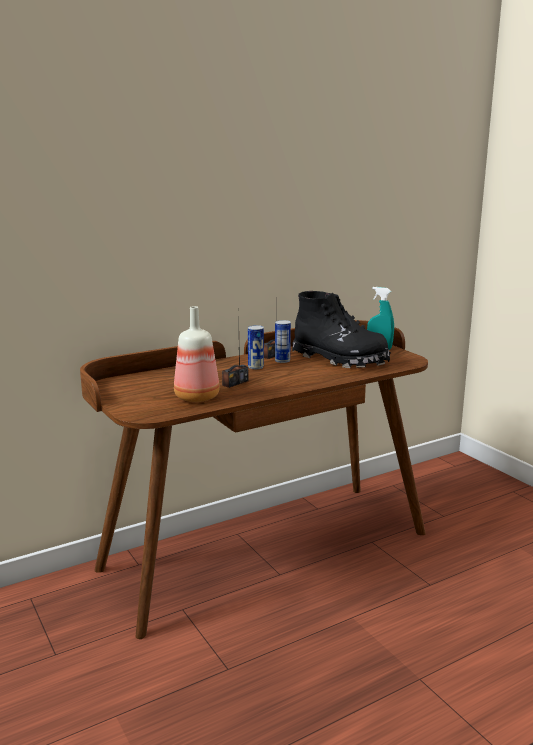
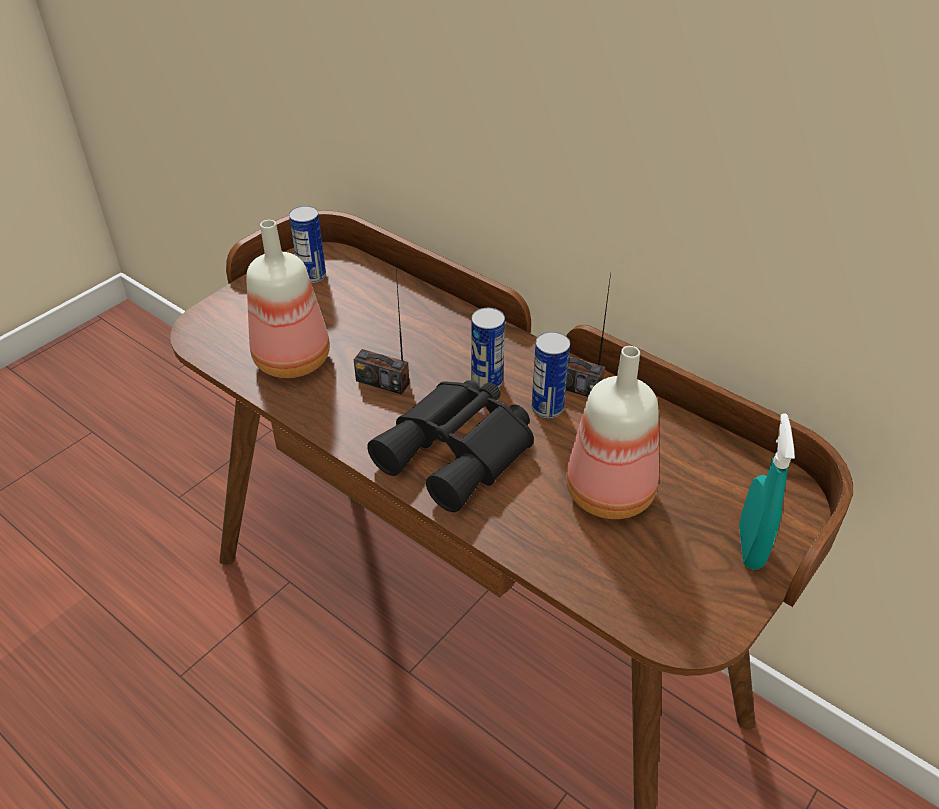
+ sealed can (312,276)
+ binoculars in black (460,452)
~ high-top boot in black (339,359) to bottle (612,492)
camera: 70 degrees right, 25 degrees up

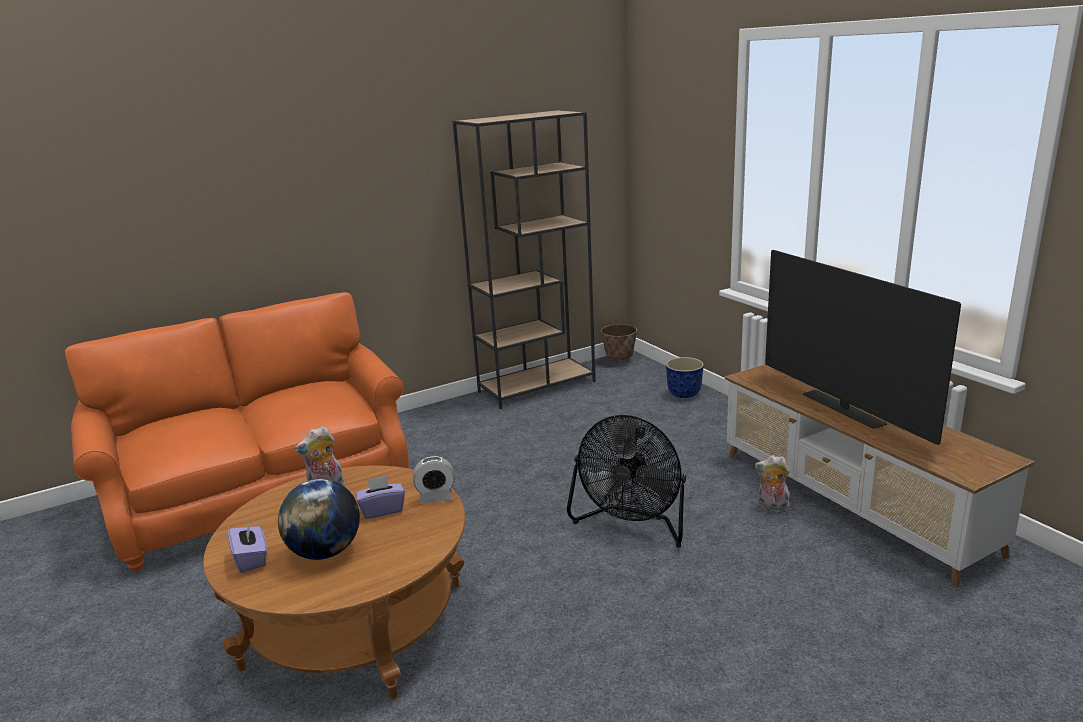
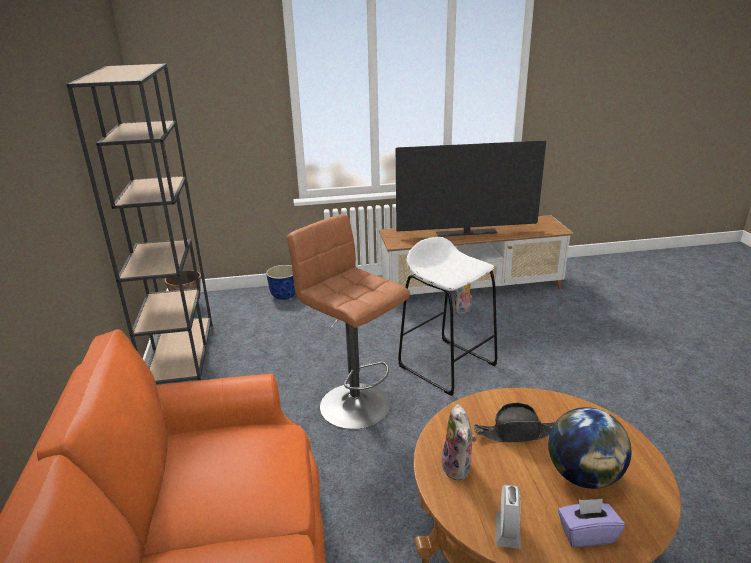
+ stool in brownish (355,405)
~ bedside clock (436,498) to (507,532)
~ tissue box in purple (382,510) to wearable hat in black (517,433)
~ fan in black (629,521) to stool in white-coloured (447,365)
camera: 70 degrees left, 5 degrees up

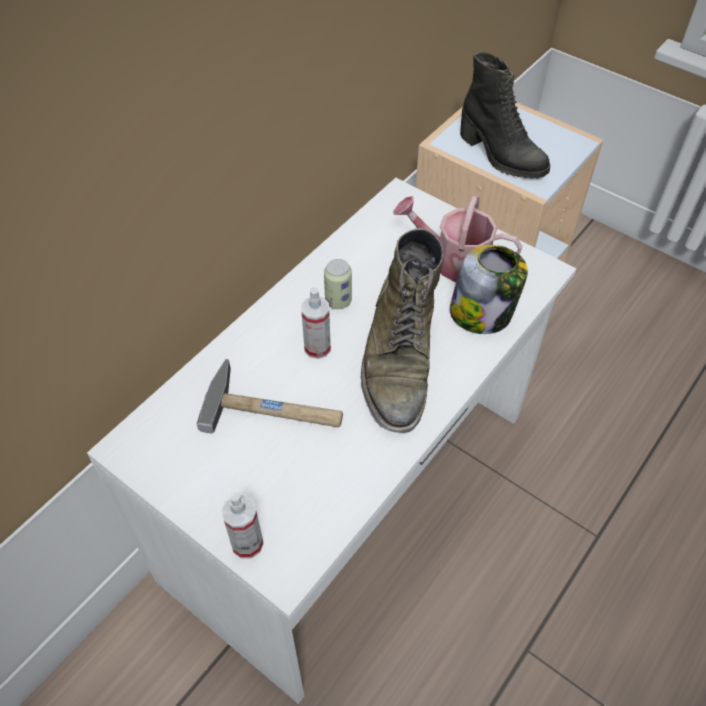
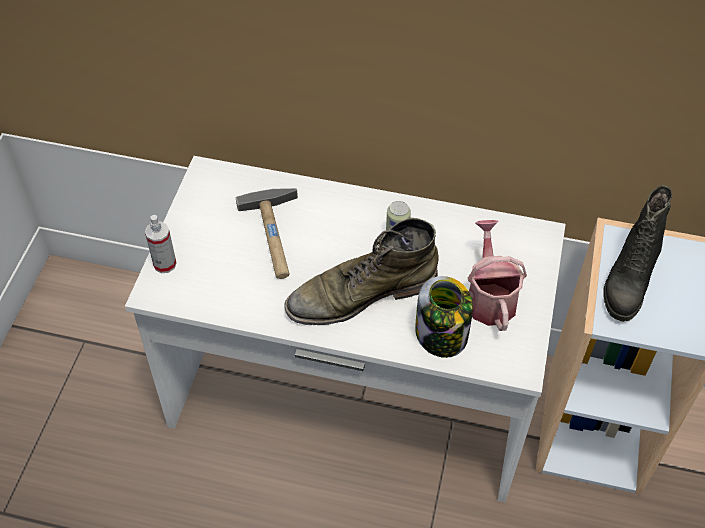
- sprayer (317,348)
camera: 65 degrees right, 0 degrees up

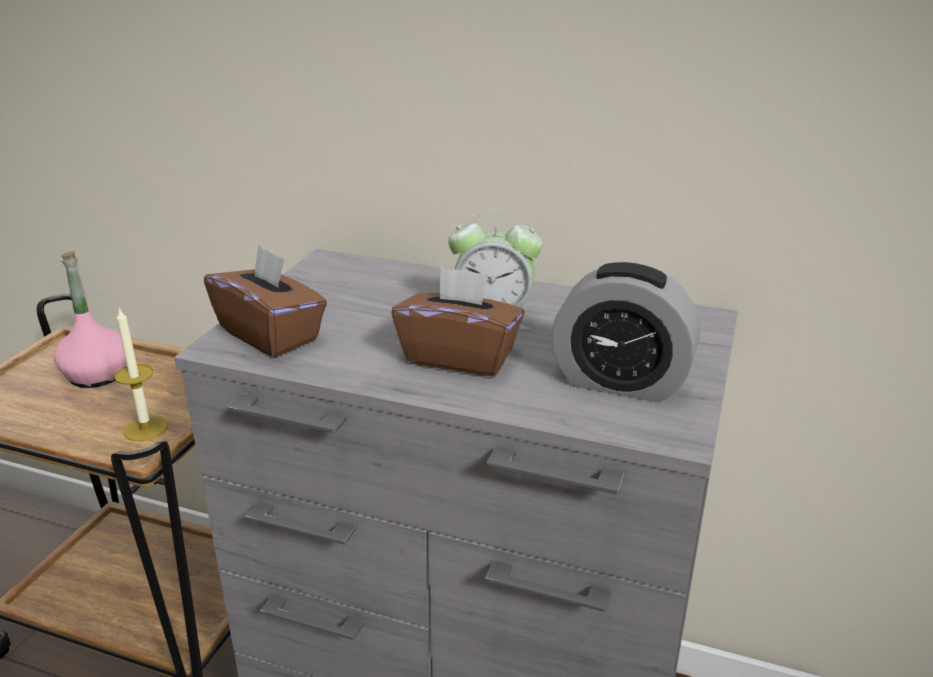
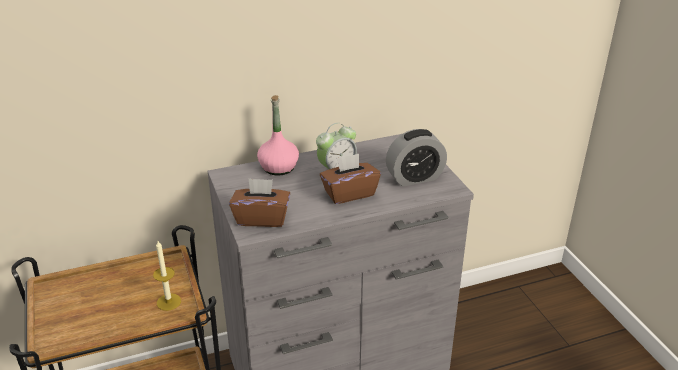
~ bottle in pinkish (97,375) to (278,167)
camera: 40 degrees left, 5 degrees up

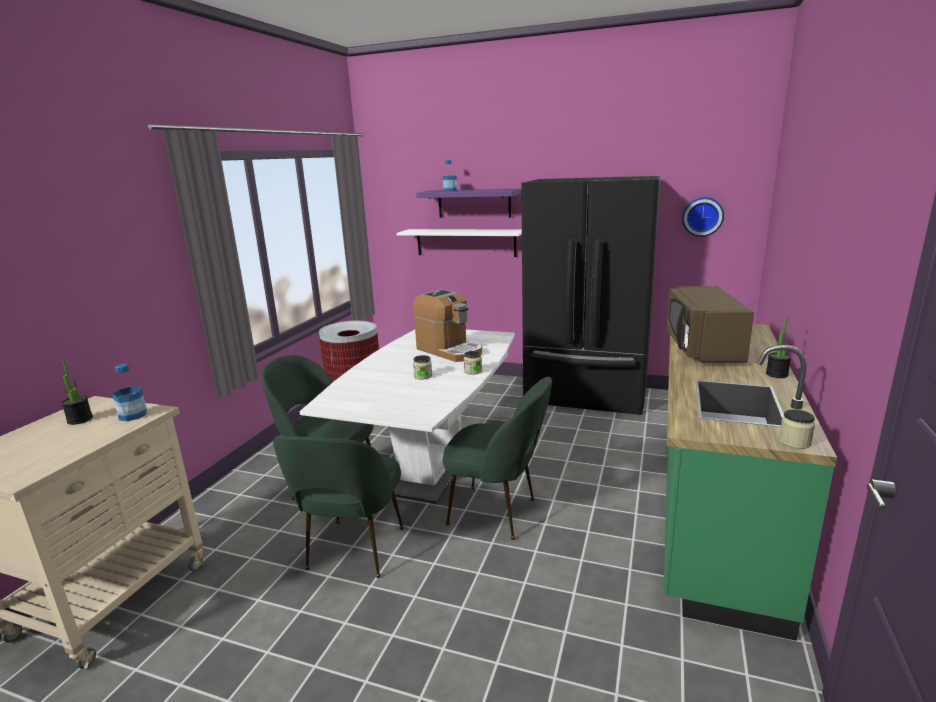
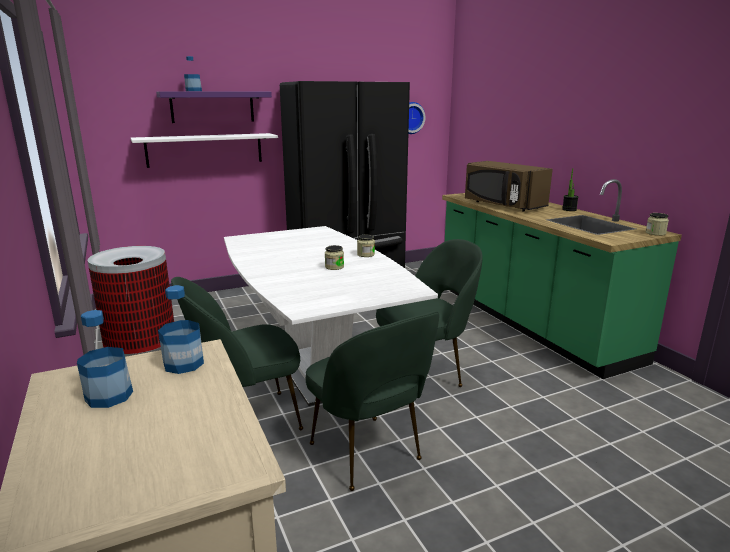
- coffee machine (449,350)
~ plant in a pot (80,420) to bottle (109,396)
camera: 45 degrees left, 0 degrees up

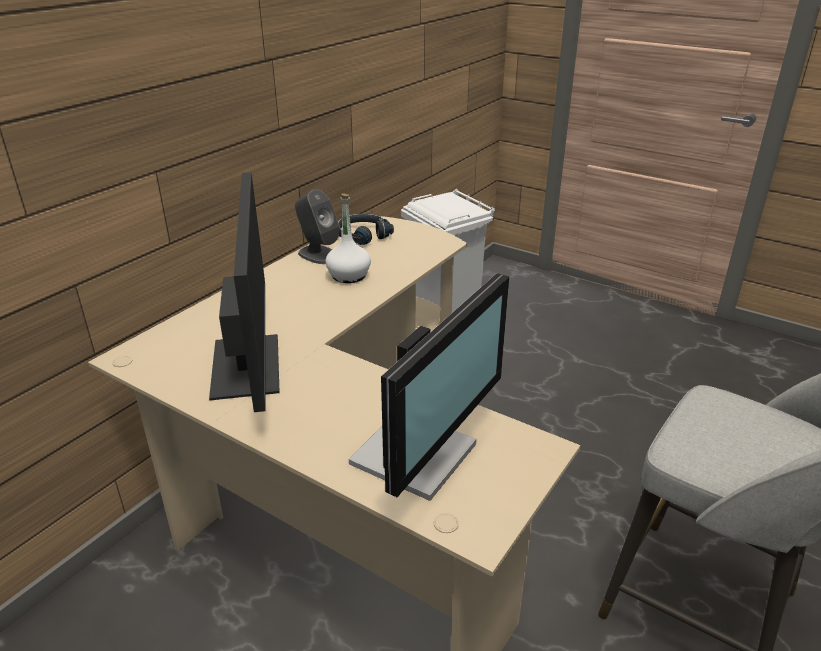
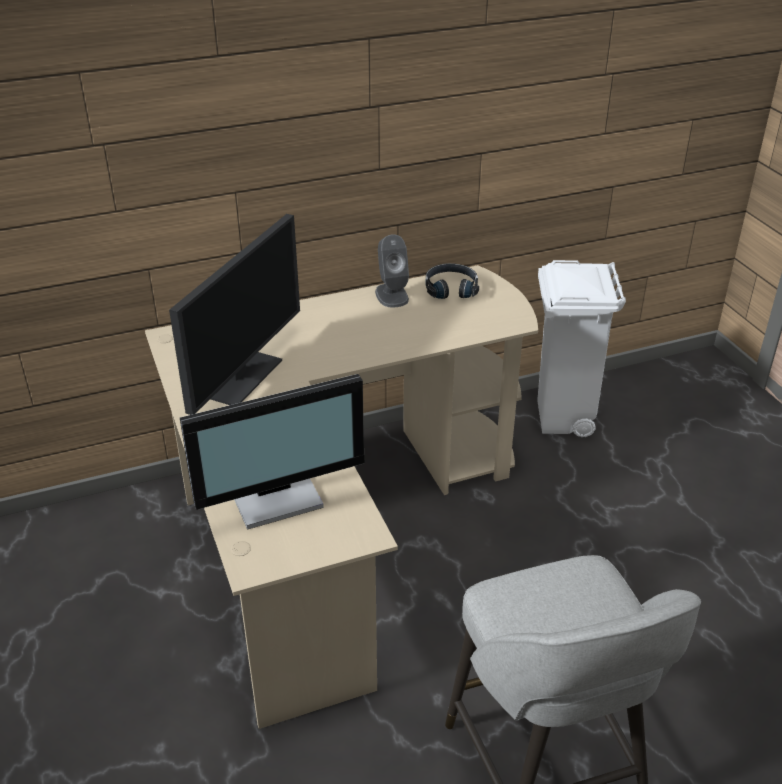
- bottle in white-coloured (349,275)
camera: 35 degrees right, 5 degrees up

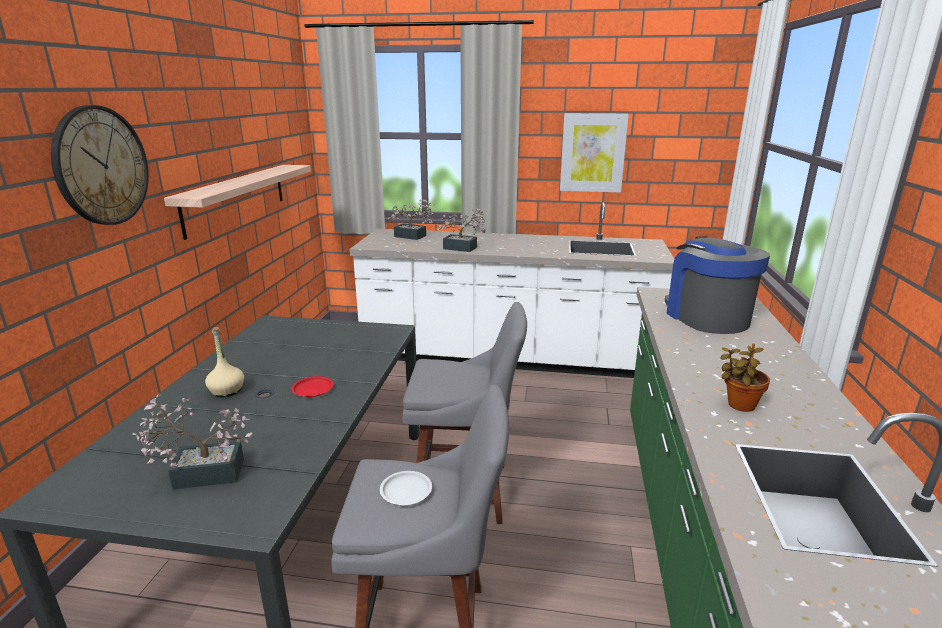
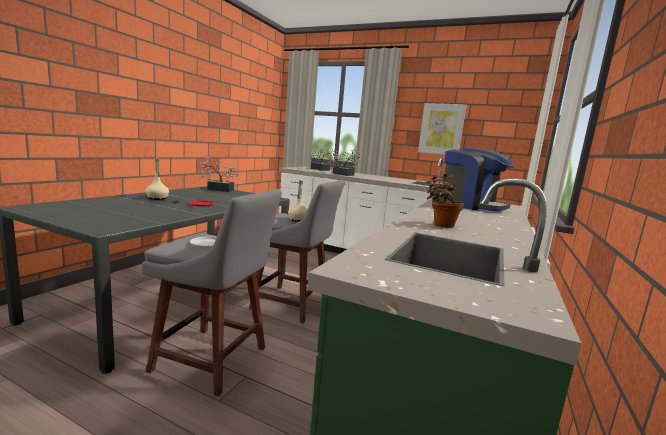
- clock on the wall (101,166)
- shelf (236,198)
+ bottle in beige (298,220)
~ plant in a pot (201,473) to (218,189)
~ coffee machine (706,317) = (470,205) 135 degrees clockwise
camera: 15 degrees right, 10 degrees down

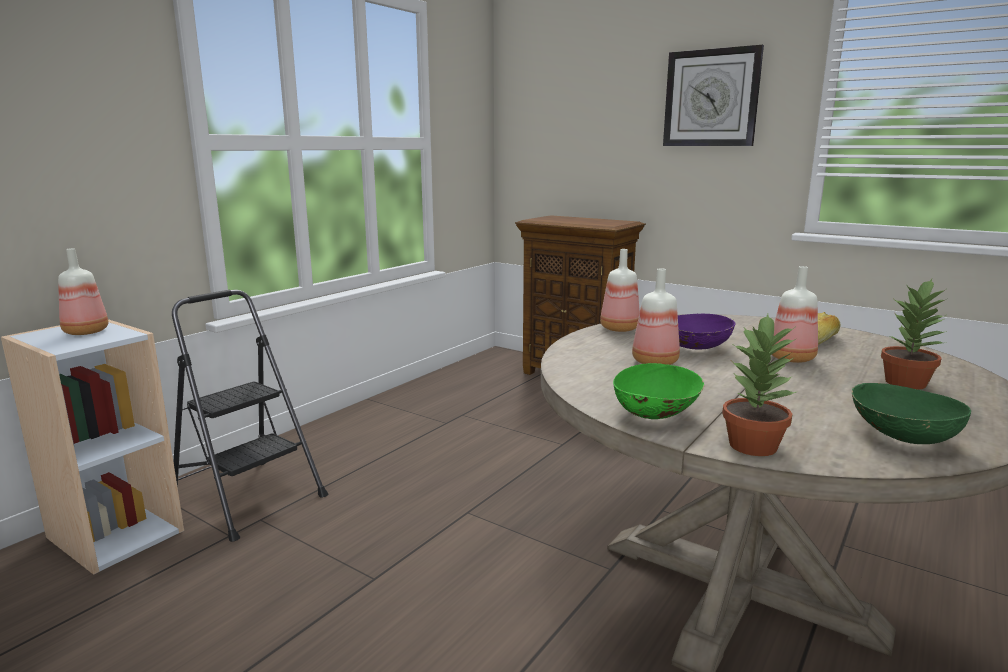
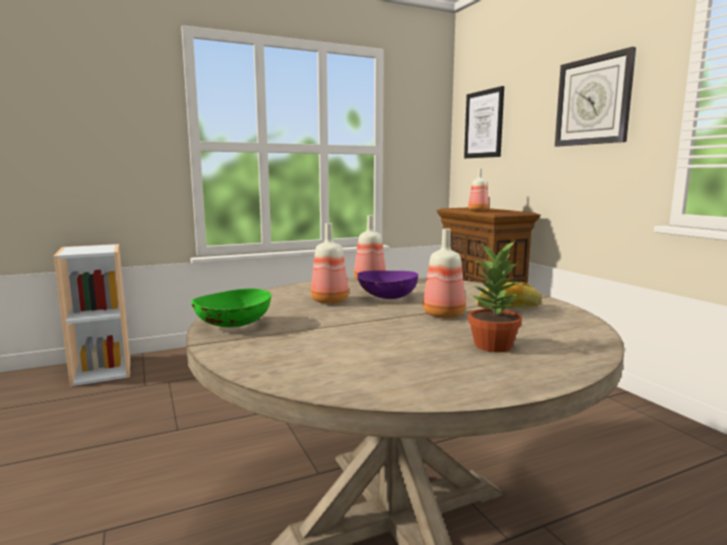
- stepladder in black (246,495)
- plant in a pot (754,446)
- bowl in greenish (900,437)
+ wall picture (484,124)
~ bottle (85,332) to (477,210)
camera: 30 degrees right, 5 degrees down

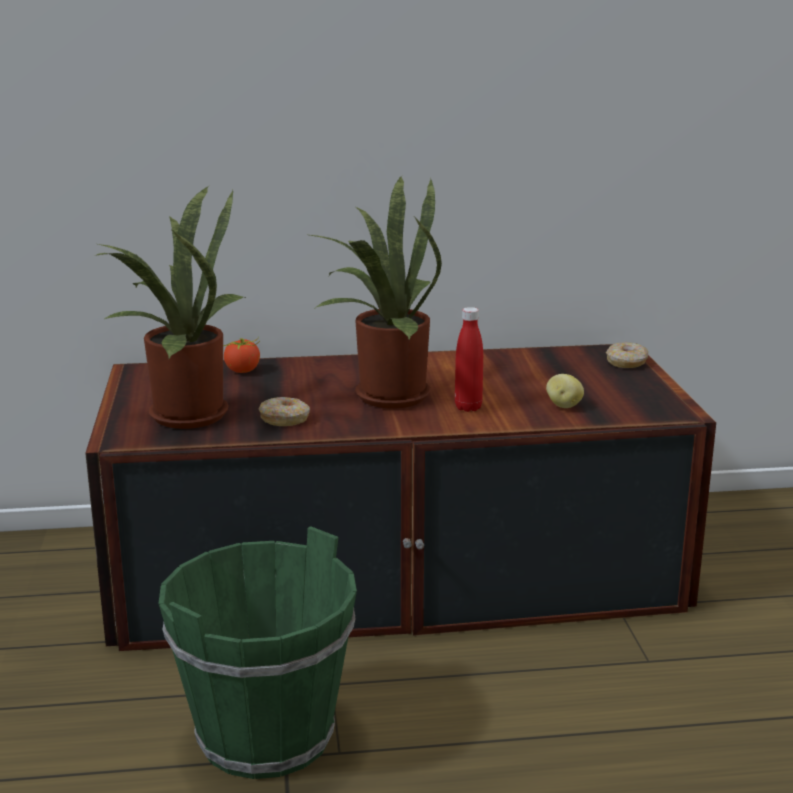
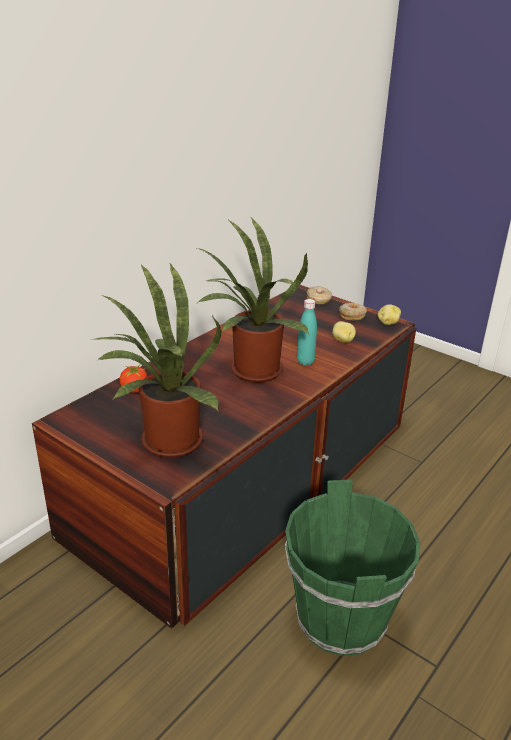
+ potato (387,323)
~ ring doughnut (285,419) to (352,315)
~ bottle in red (468,407) to bottle in blue-green (305,361)
camera: 45 degrees left, 10 degrees up

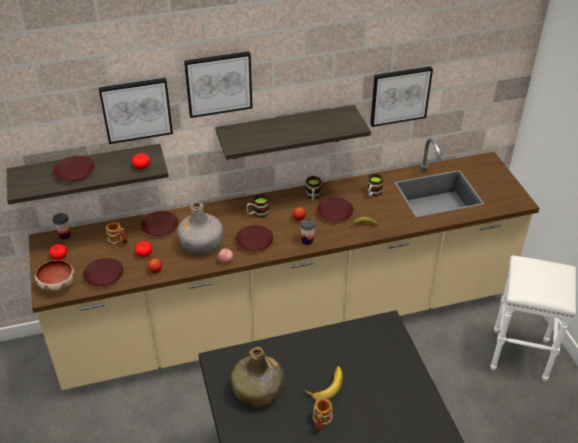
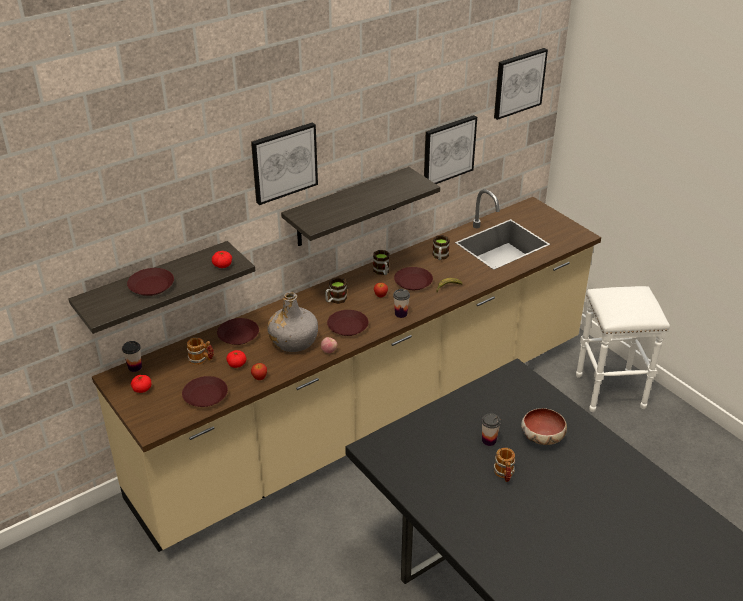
- bottle in greenish (258,391)
~ bowl (56,285) to (541,437)
~ wall picture (136,109) to (518,82)
~ banana (325,385) to small cup (489,440)
camera: 20 degrees left, 5 degrees down

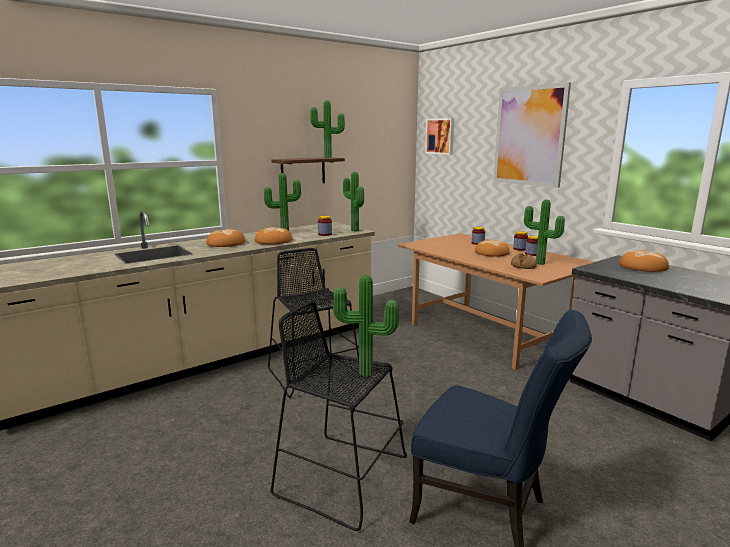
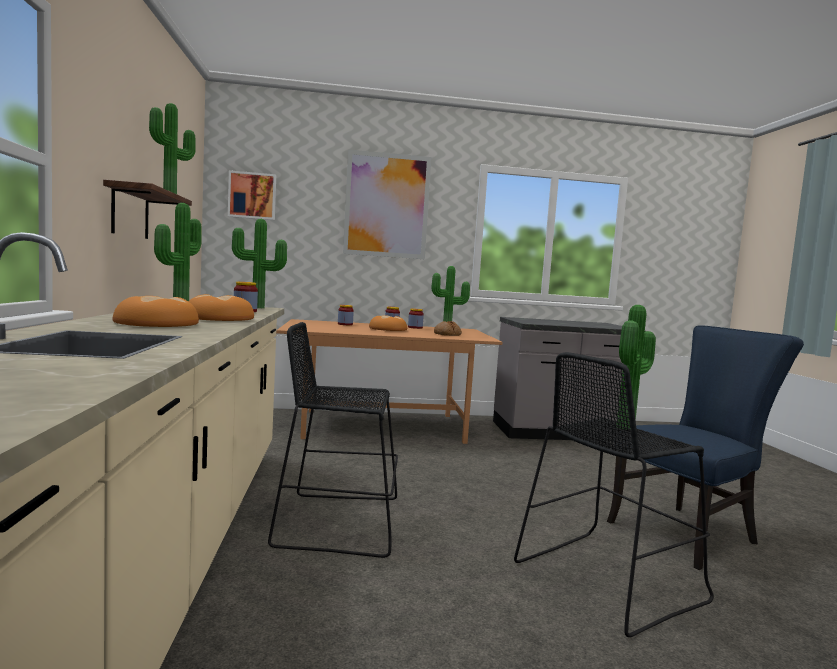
- baked bread (643,266)
camera: 60 degrees left, 10 degrees down

